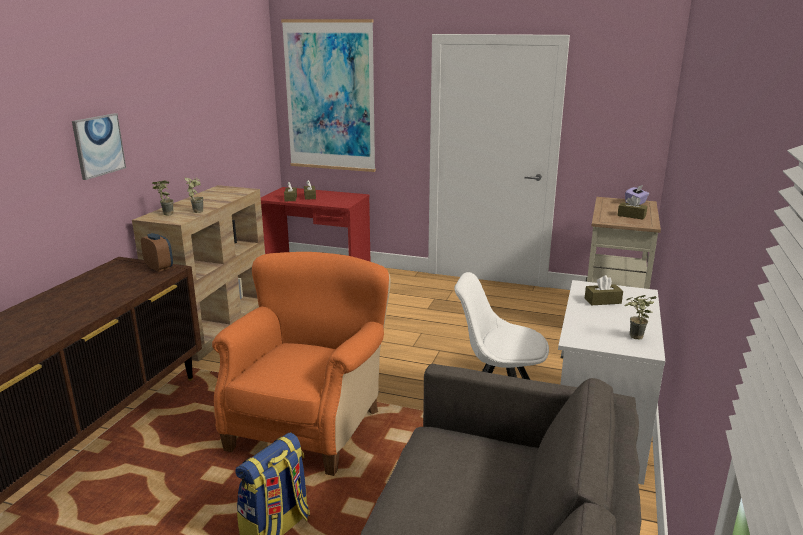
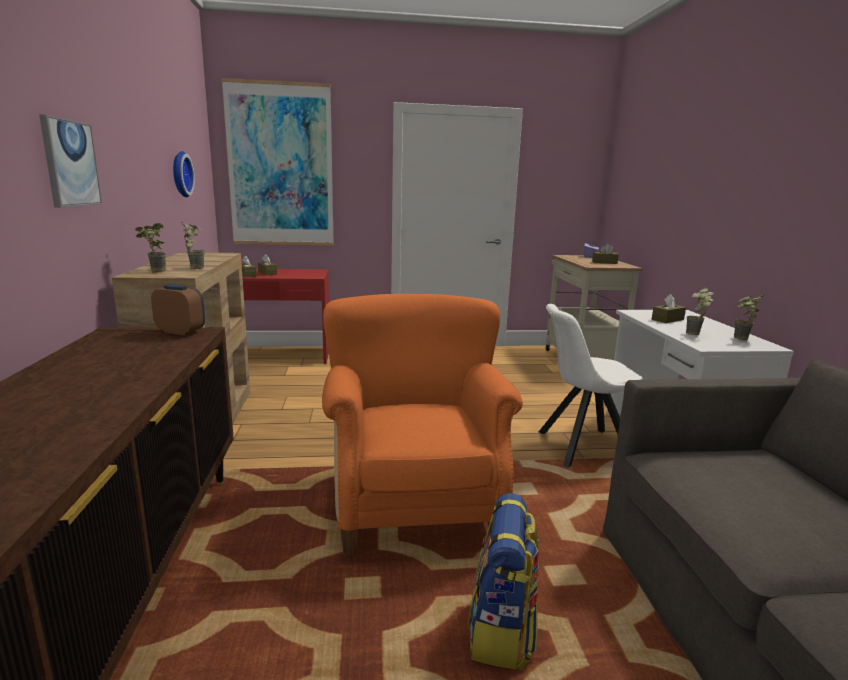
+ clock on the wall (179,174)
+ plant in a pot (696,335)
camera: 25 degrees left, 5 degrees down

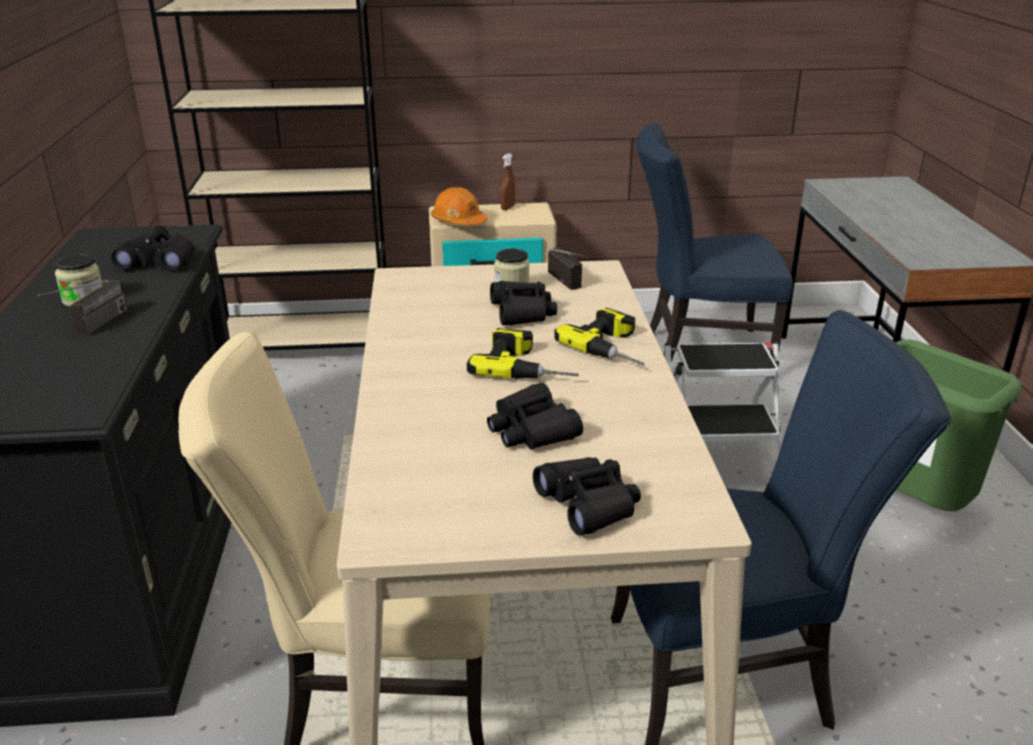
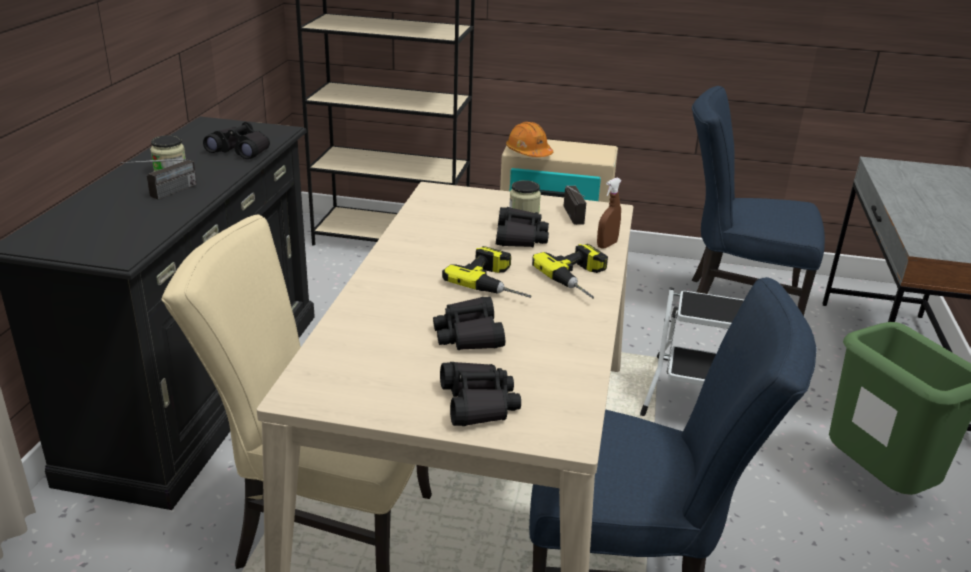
~ sprayer in brownish (508,208) to (607,245)
camera: 15 degrees right, 0 degrees up

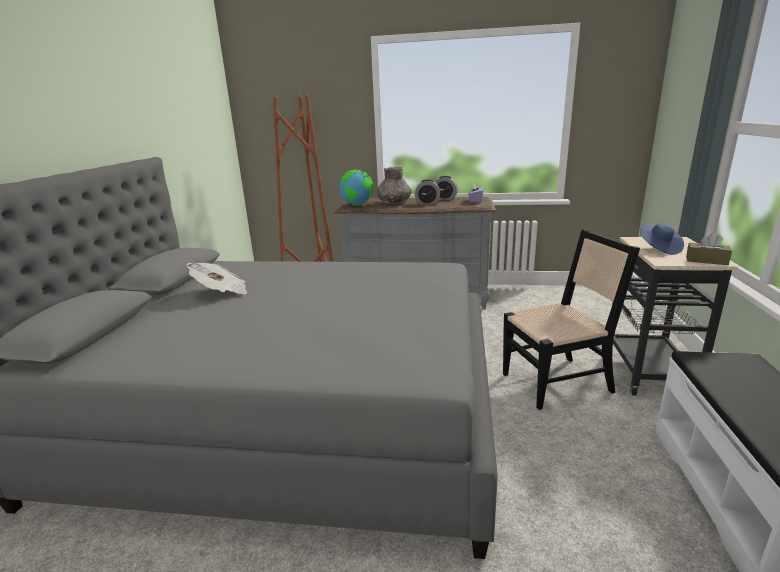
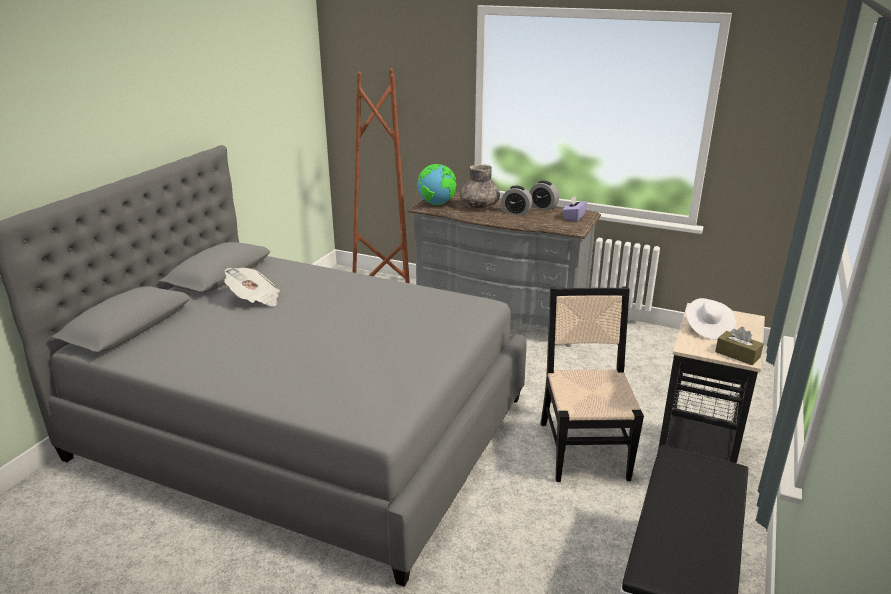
~ wearable hat in blue-coloured (659,249) to wearable hat in white-coloured (707,328)
~ chair (556,383) = (584,450) 90 degrees counterclockwise
camera: 15 degrees right, 5 degrees up

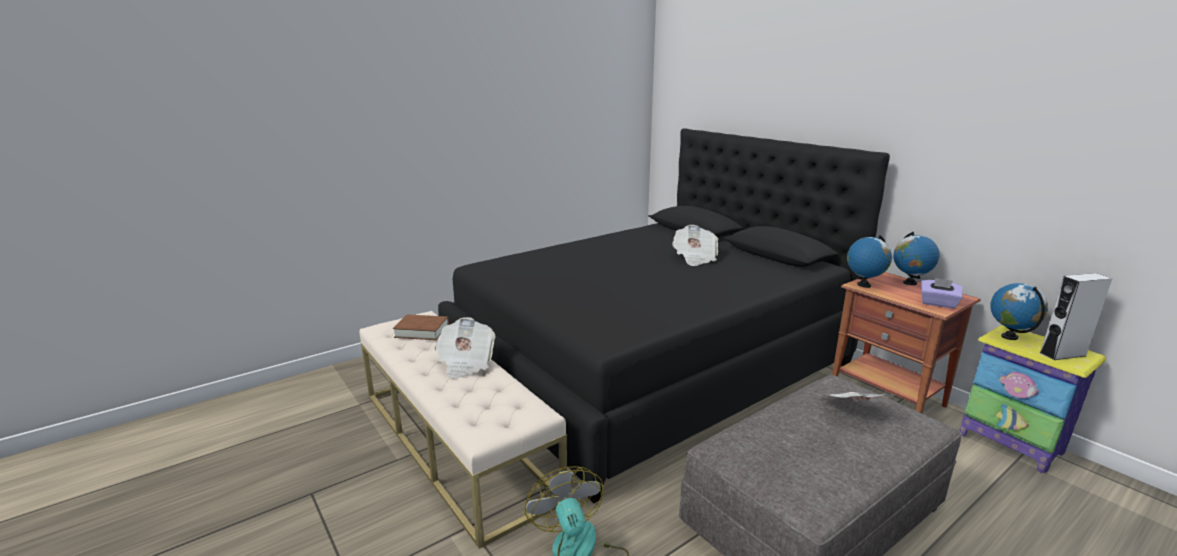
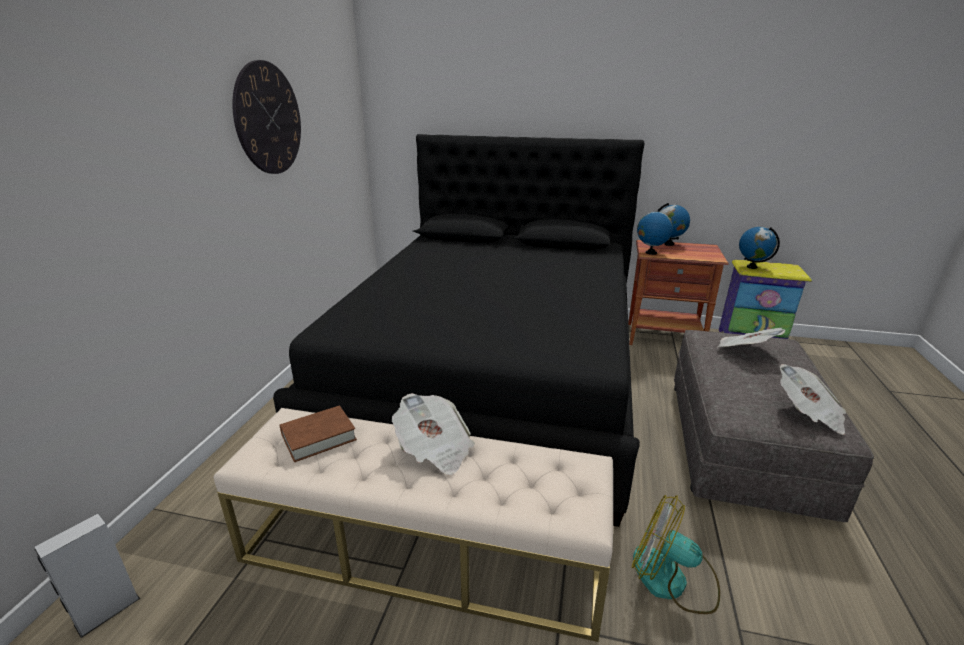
- tissue box in purple (938,303)
+ clock on the wall (268,119)
~ daily paper (694,258) to (808,414)
~ speaker in gray (1062,354) to (107,611)
camera: 40 degrees left, 5 degrees up

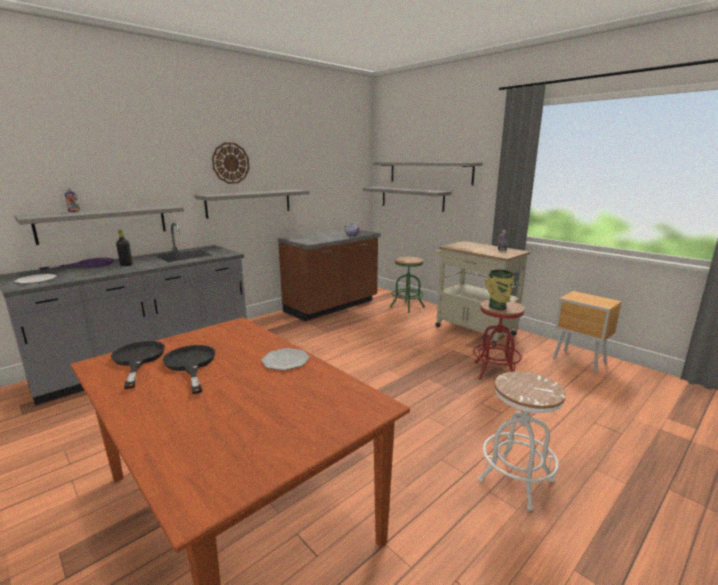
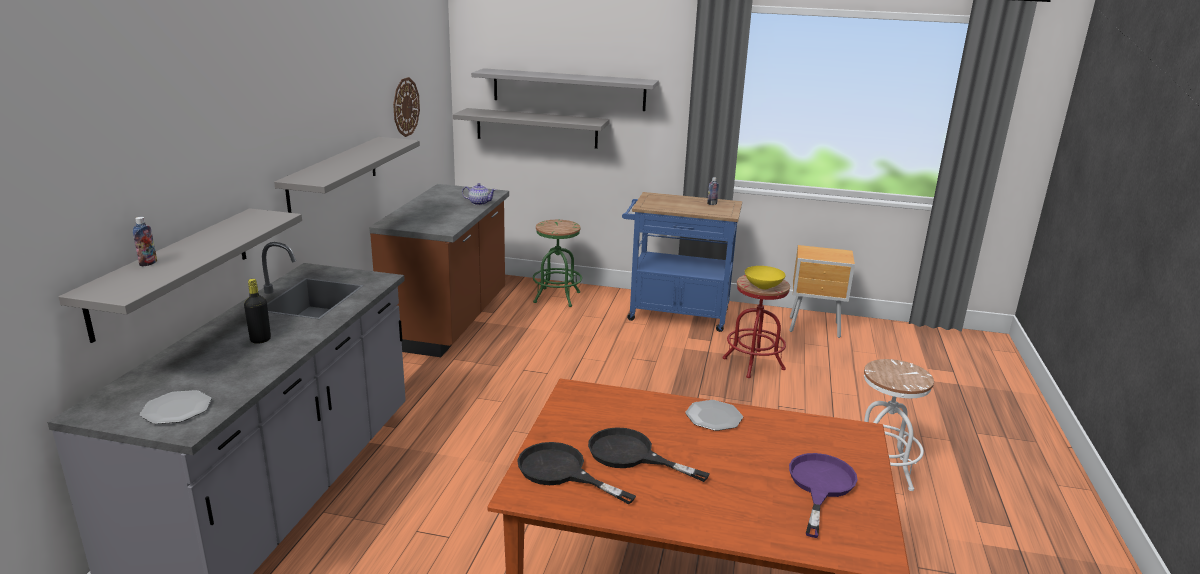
~ pan in purple (89,265) to (820,486)
~ clock on the wall (230,163) to (405,107)
~ flower vase (498,307) to bowl in yellow-coloured (763,286)
~ wheeled cart in beige (472,330) to wheeled cart in blue-coloured (675,314)
camera: 35 degrees left, 5 degrees up

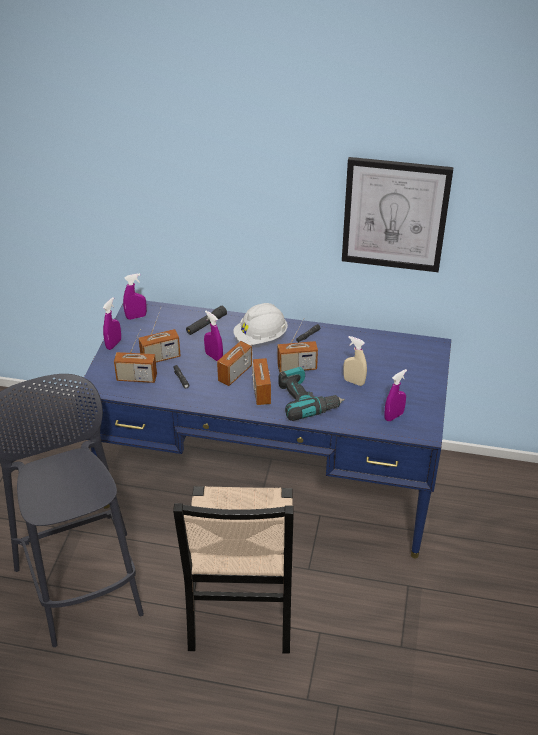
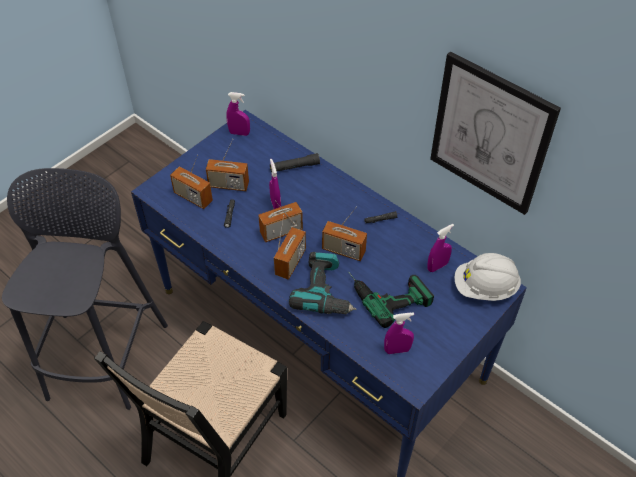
~ sprayer in purple (113,344) to (437,266)
~ hard hat in white-coloured (261,338) to (485,288)
~ sprayer in beige (354,381) to power drill (387,291)
camera: 30 degrees right, 10 degrees up

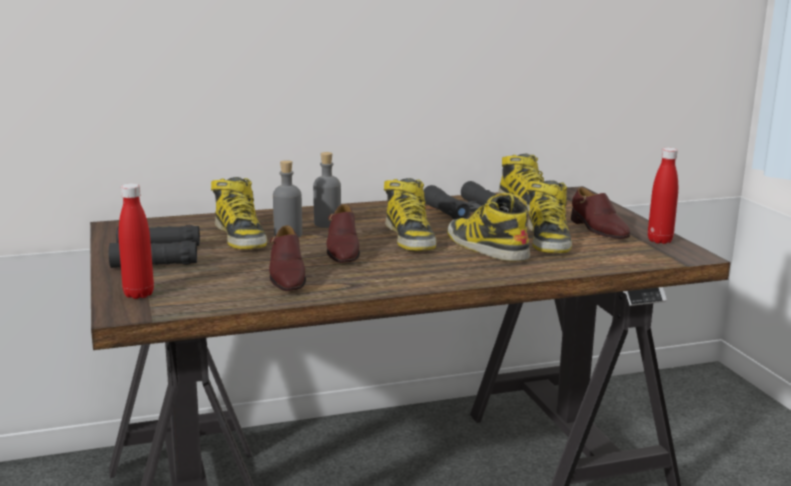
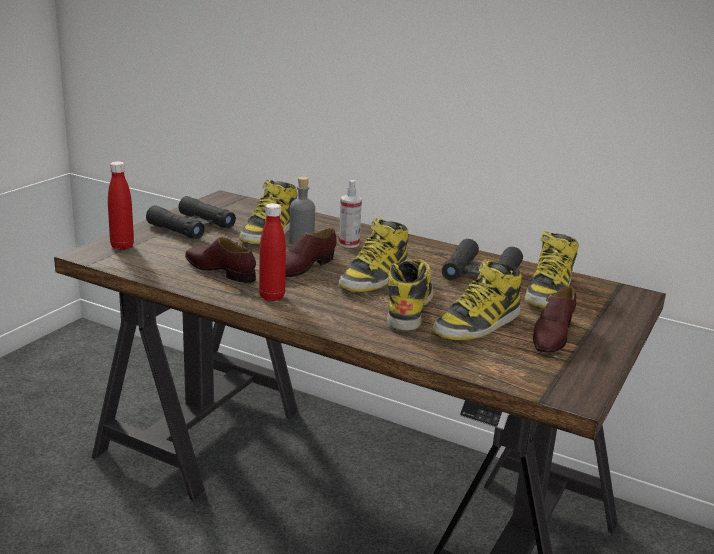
~ bottle in red (659,240) to (272,297)
~ bottle in gray (327,223) to sprayer (349,244)
~ shoe in brownish (286,277) = (220,270) 90 degrees clockwise
camera: 45 degrees right, 5 degrees up

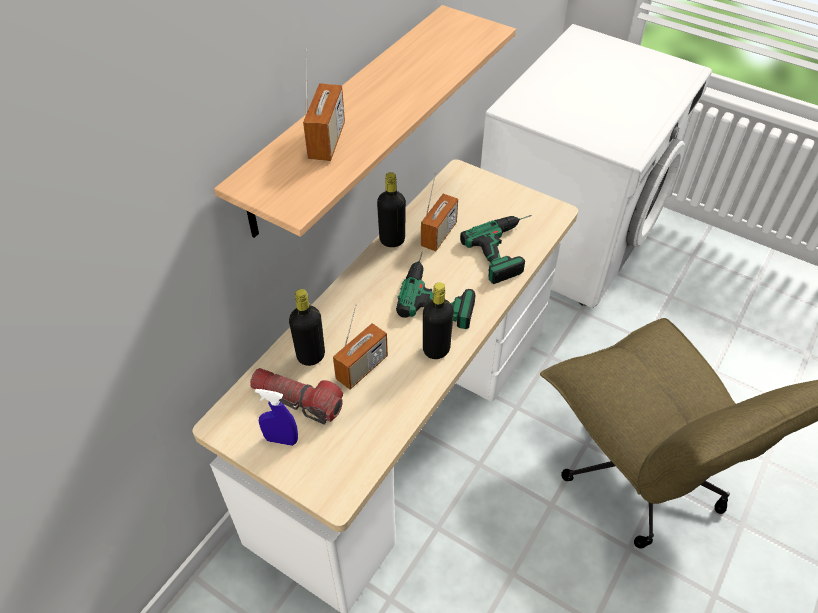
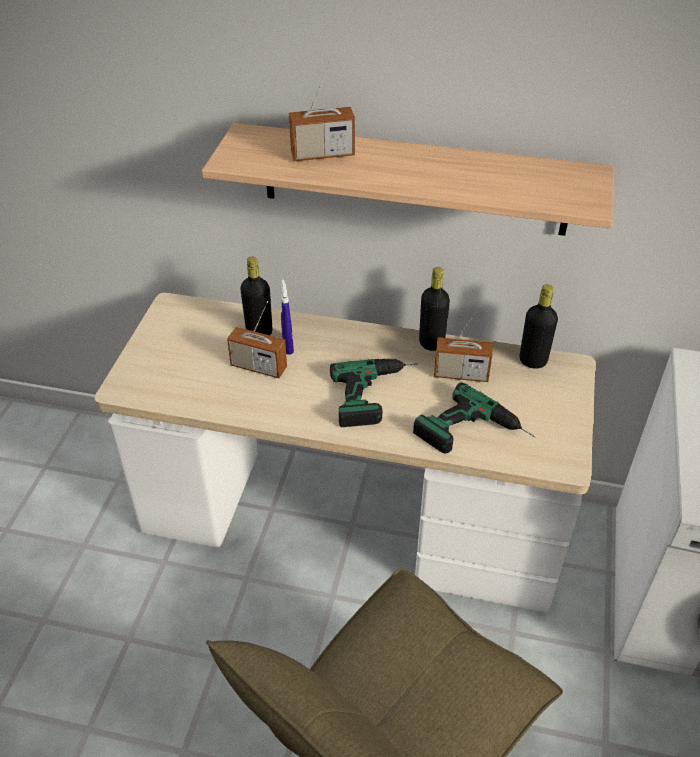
- hand torch (297,400)
~ sprayer in blue-coloured (281,439) to (288,346)
~ bottle in black (436,349) to (533,360)
camera: 70 degrees right, 5 degrees down

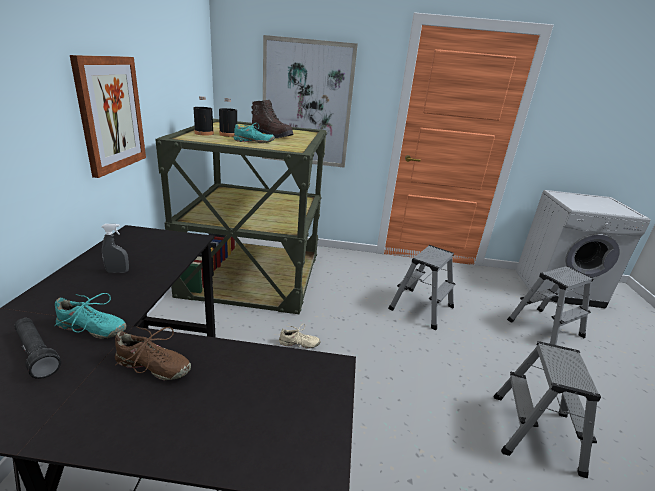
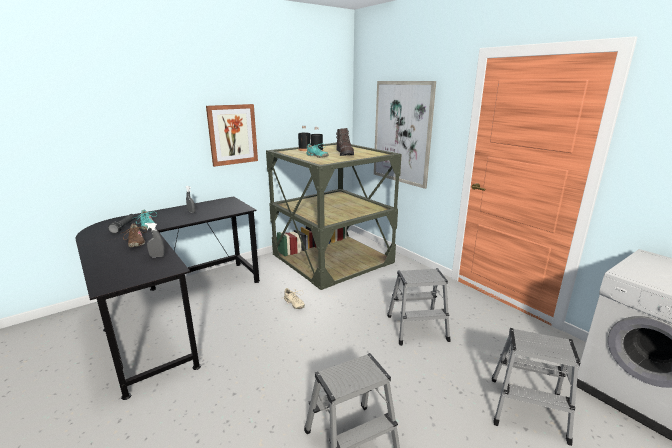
+ sprayer in gray (157,256)
camera: 50 degrees right, 5 degrees down

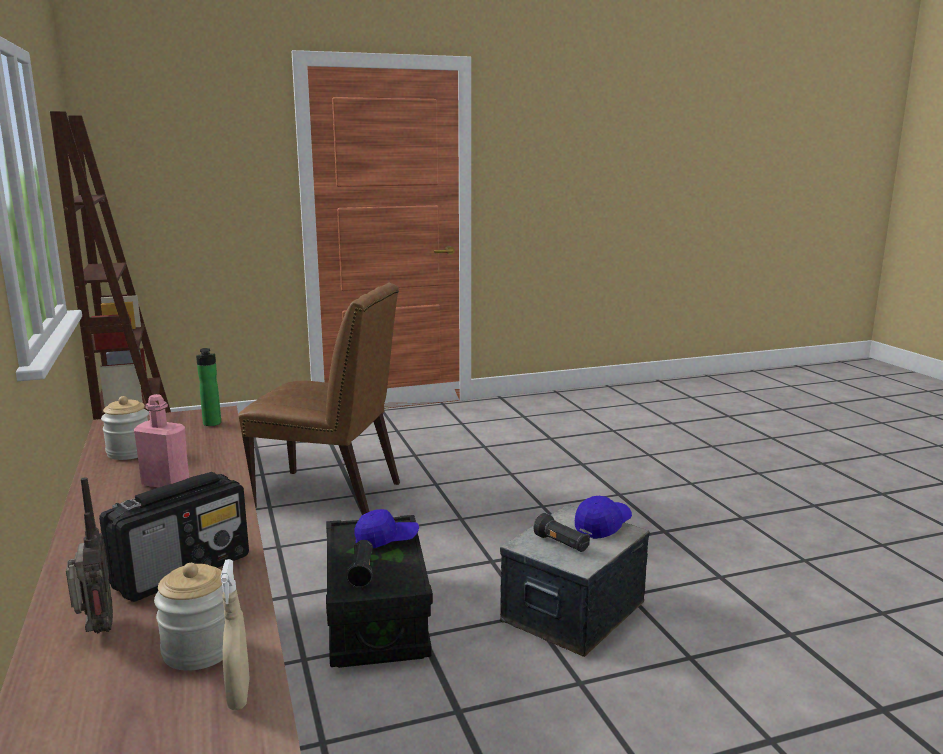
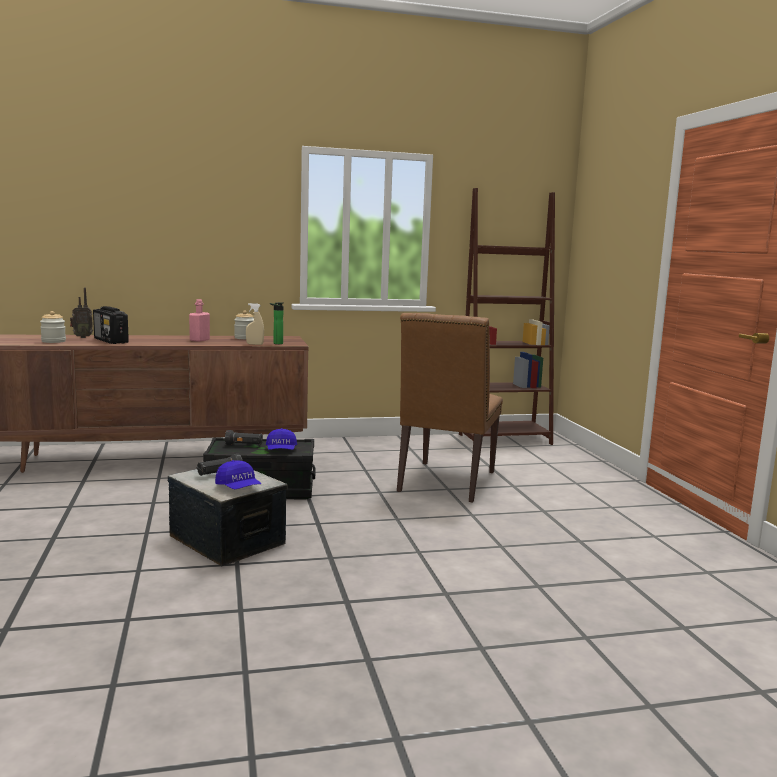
~ sprayer in beige (239,695) to (254,344)
camera: 95 degrees right, 5 degrees down

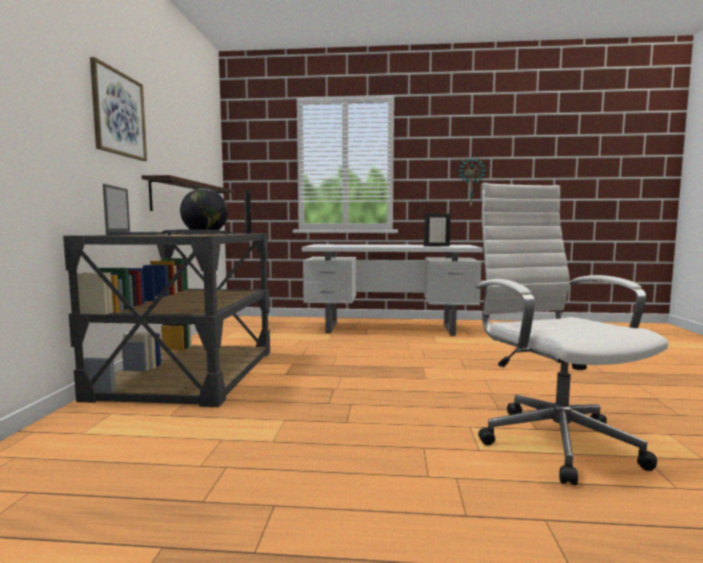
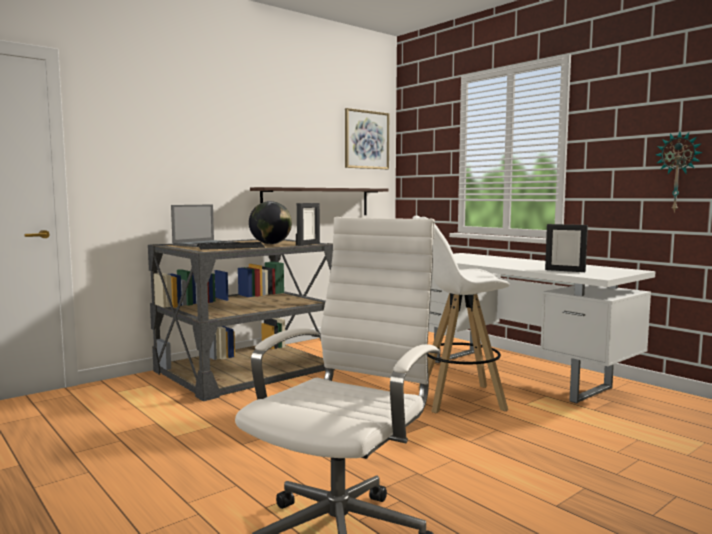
+ stool in white-coloured (457,398)
~ wall picture (119,114) to (366,140)
camera: 45 degrees right, 0 degrees up

